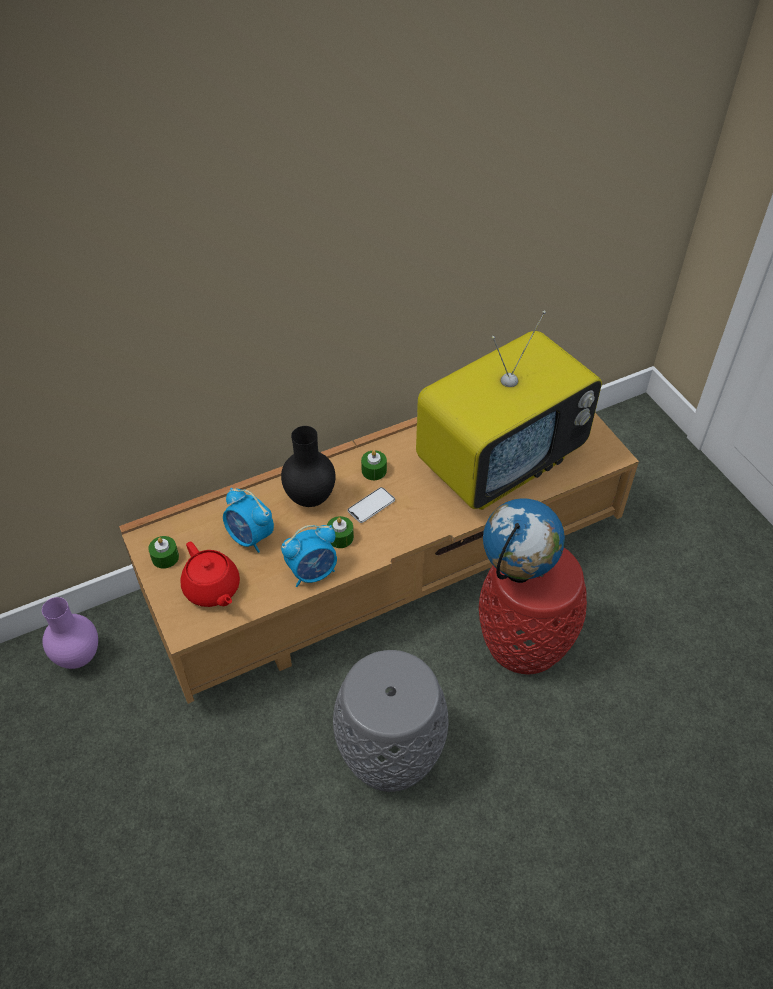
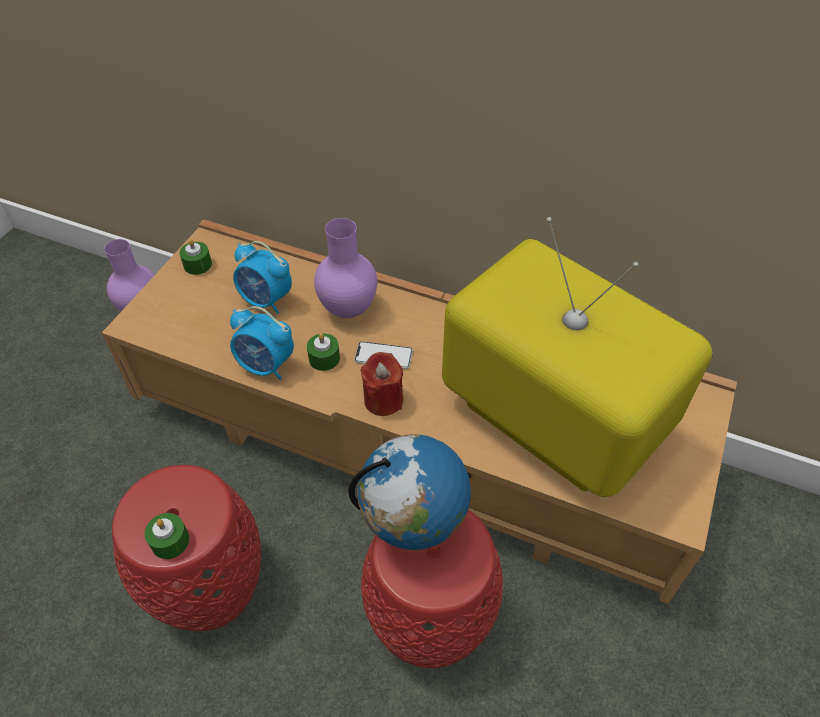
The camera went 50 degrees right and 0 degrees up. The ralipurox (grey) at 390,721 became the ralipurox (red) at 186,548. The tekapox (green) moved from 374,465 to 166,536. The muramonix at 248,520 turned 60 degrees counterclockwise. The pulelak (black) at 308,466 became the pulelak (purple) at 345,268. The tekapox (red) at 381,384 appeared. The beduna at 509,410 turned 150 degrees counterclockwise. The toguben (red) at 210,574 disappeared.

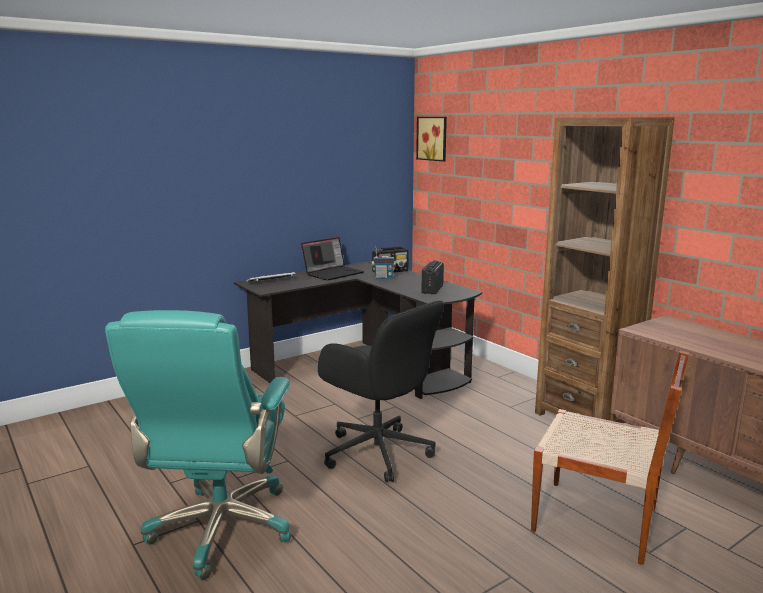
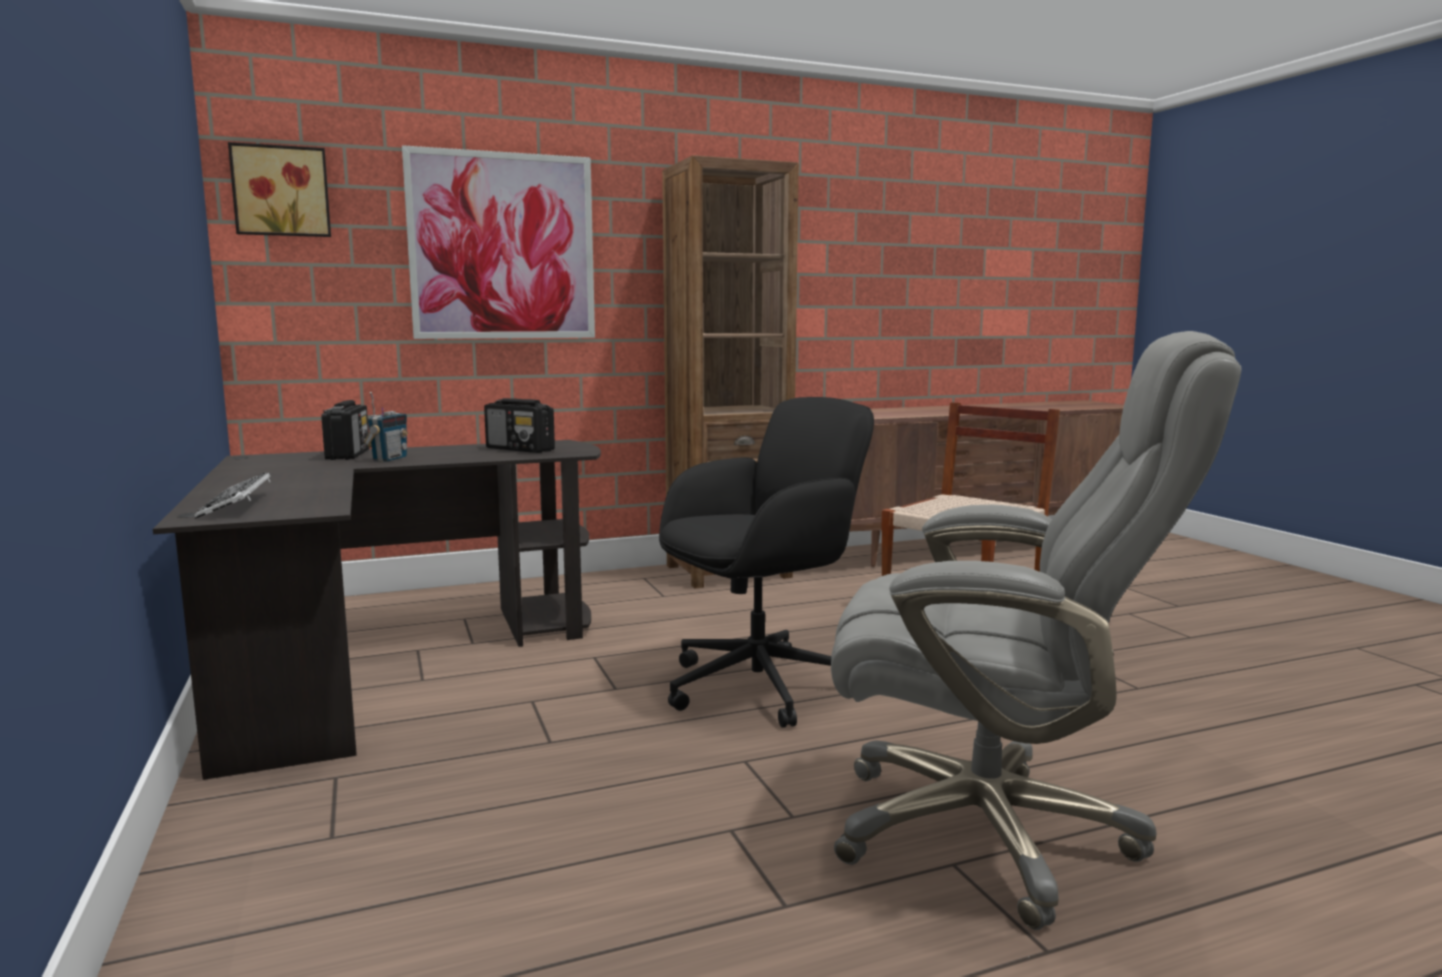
The camera went 75 degrees left and 5 degrees down. The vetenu at 498,242 appeared. The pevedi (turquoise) at 198,445 became the pevedi (grey) at 1036,630. The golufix at 332,259 disappeared.

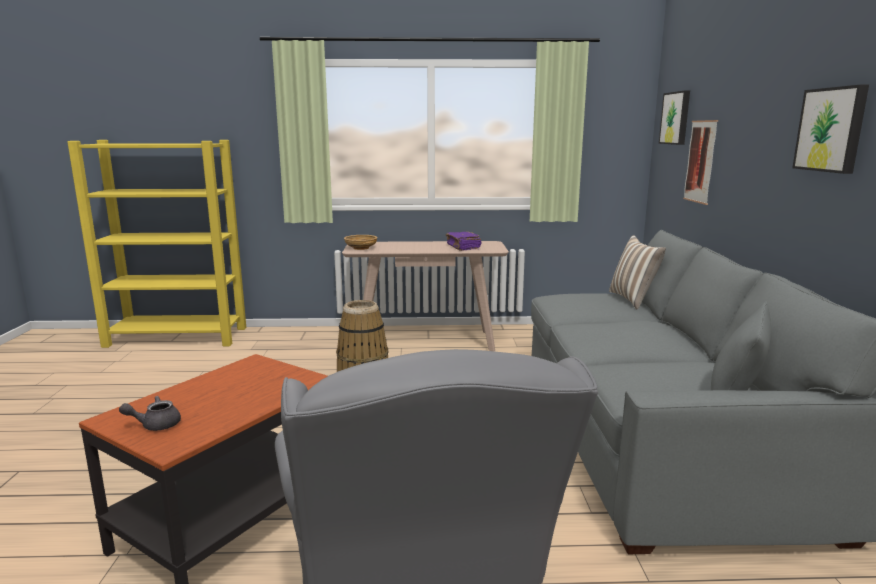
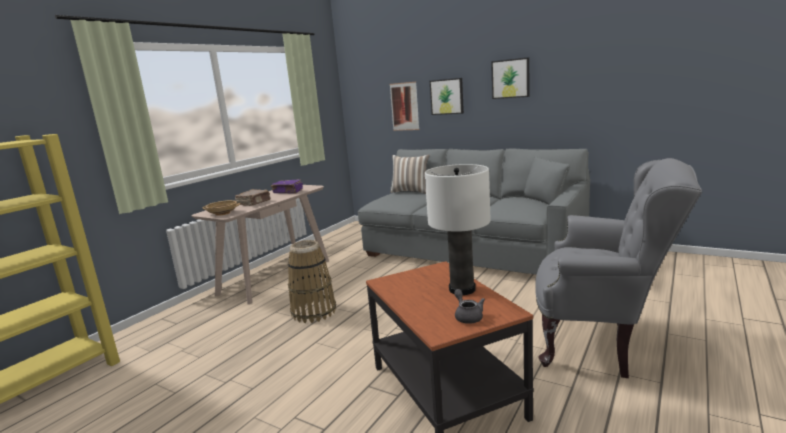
The camera went 55 degrees left and 0 degrees up. The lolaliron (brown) at 252,197 appeared. The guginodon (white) at 458,229 appeared. The vetenu moved from 674,117 to 447,96. The toguben (grey) at 150,413 turned 150 degrees clockwise.

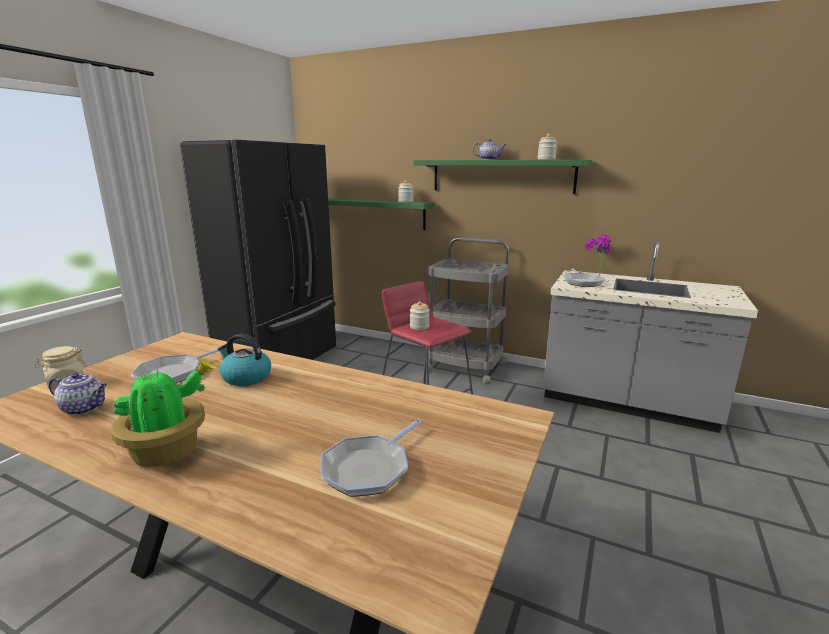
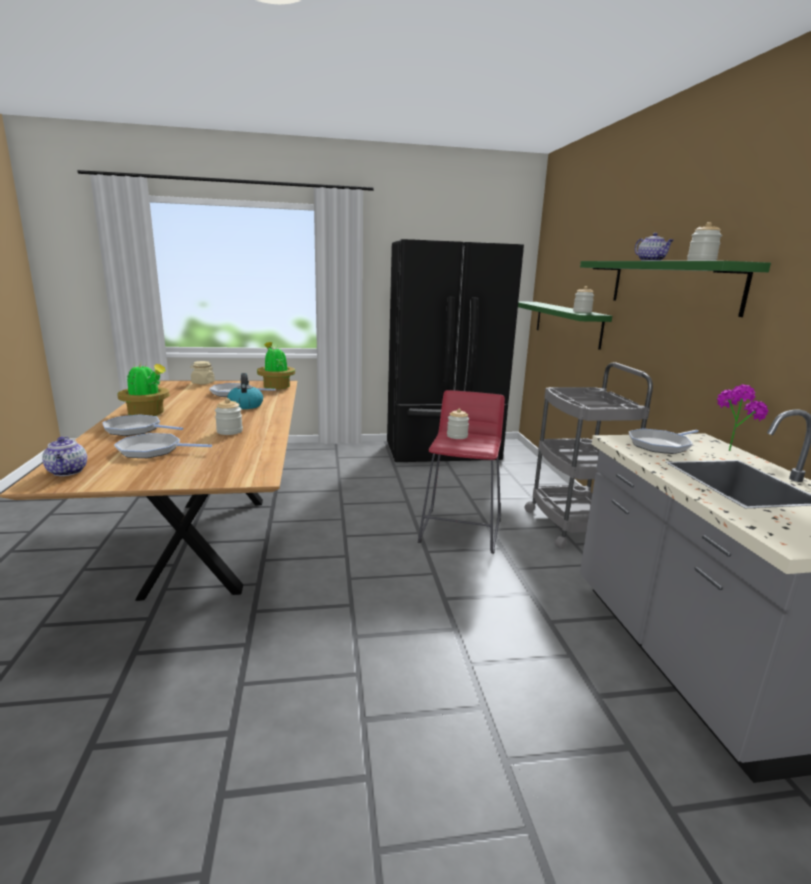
The camera went 55 degrees right and 0 degrees up. The toguben moved from 78,393 to 64,456. The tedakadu at 143,425 appeared. The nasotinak at 229,416 appeared. The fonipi at 276,365 appeared.

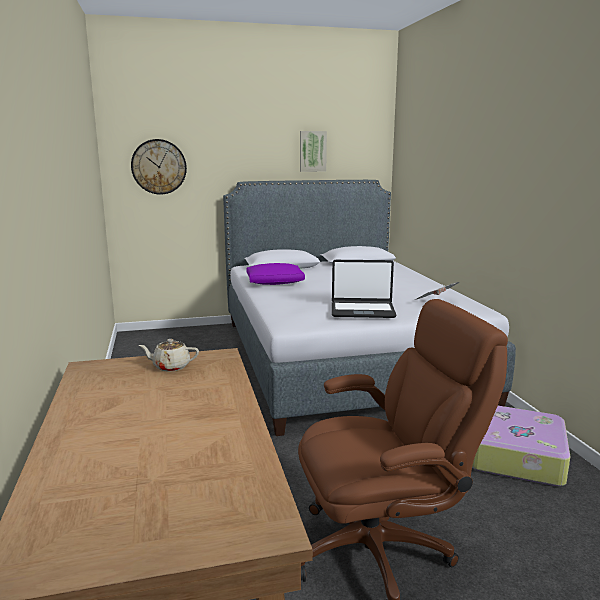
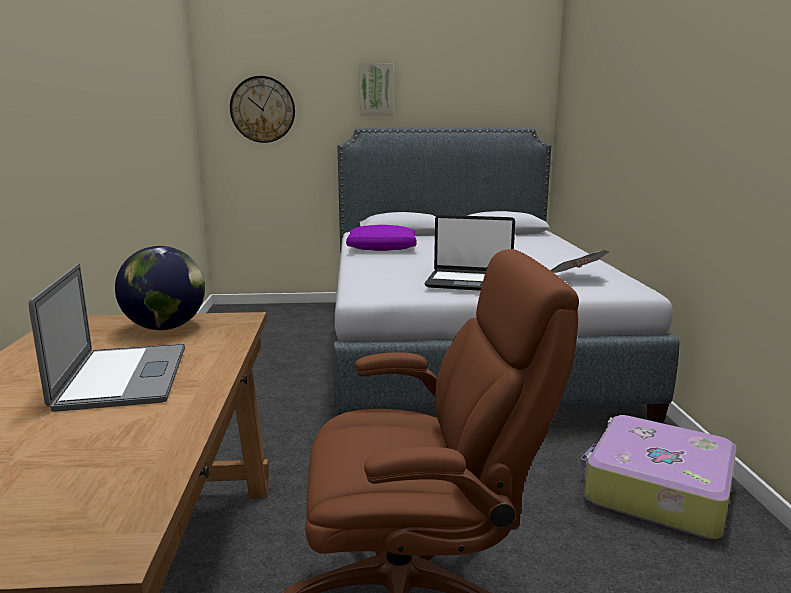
The camera went 10 degrees right and 0 degrees up. The golufix at 107,337 appeared. The toguben (beige) at 169,355 was replaced by the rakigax at 160,288. The vetenu moved from 313,151 to 376,89.

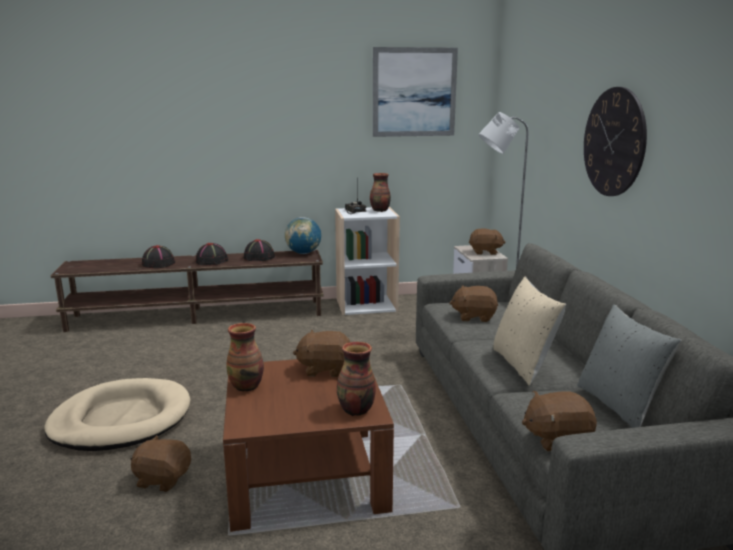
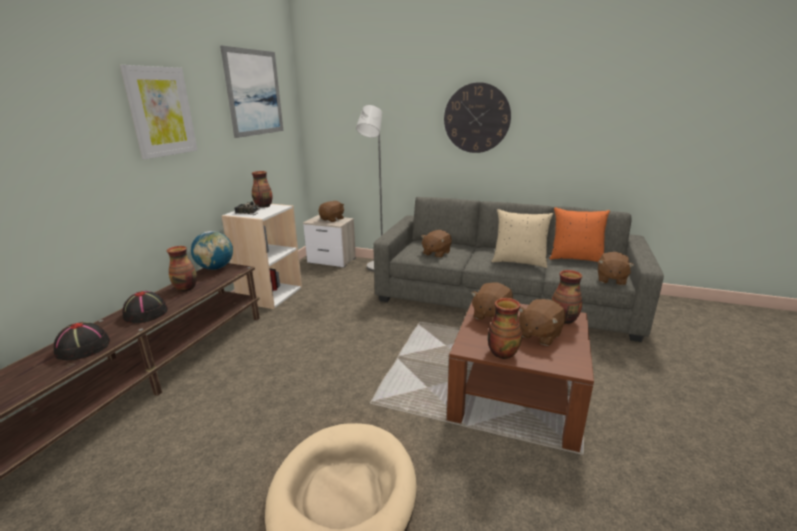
The camera went 60 degrees left and 5 degrees up. The vetenu at 158,112 appeared. The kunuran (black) at 259,250 was replaced by the pulelak at 182,268. The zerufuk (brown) moved from 161,463 to 542,322. The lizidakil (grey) at 629,366 became the lizidakil (orange) at 579,234.

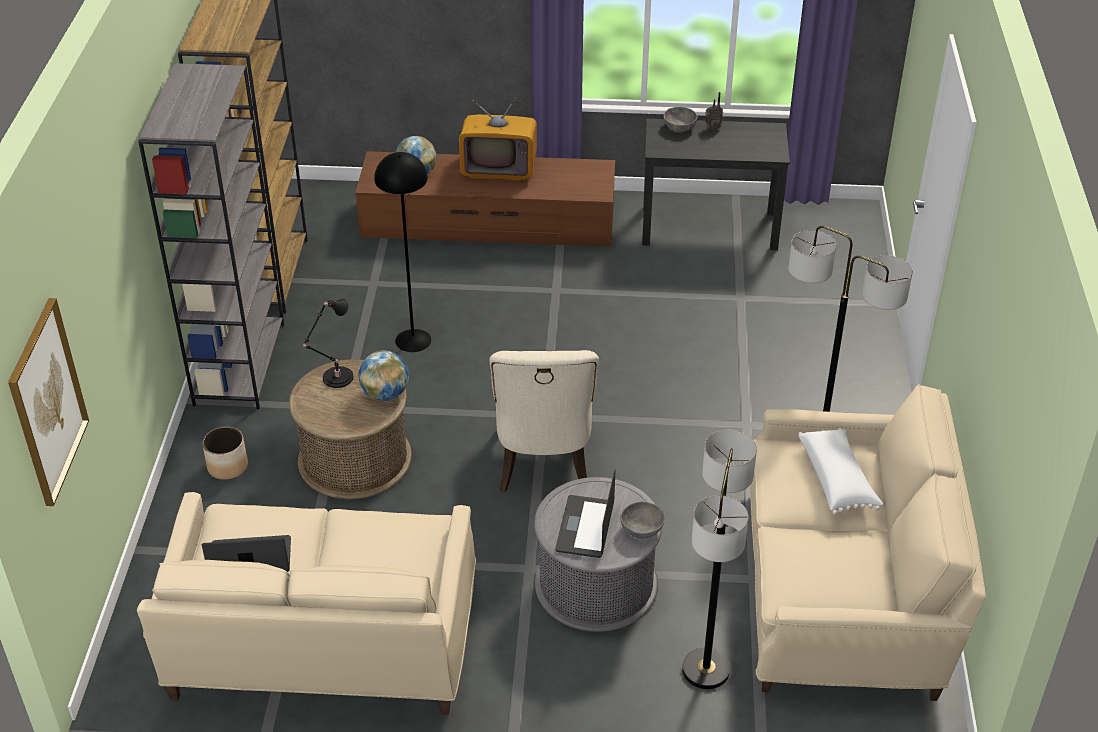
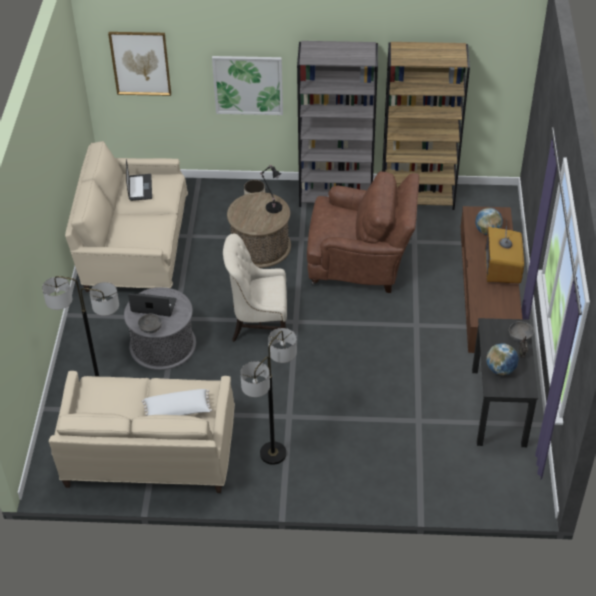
The camera went 90 degrees right and 5 degrees up. The vetenu at 247,85 appeared. The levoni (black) at 402,252 was replaced by the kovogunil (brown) at 363,232. The rakigax moved from 383,375 to 502,359.

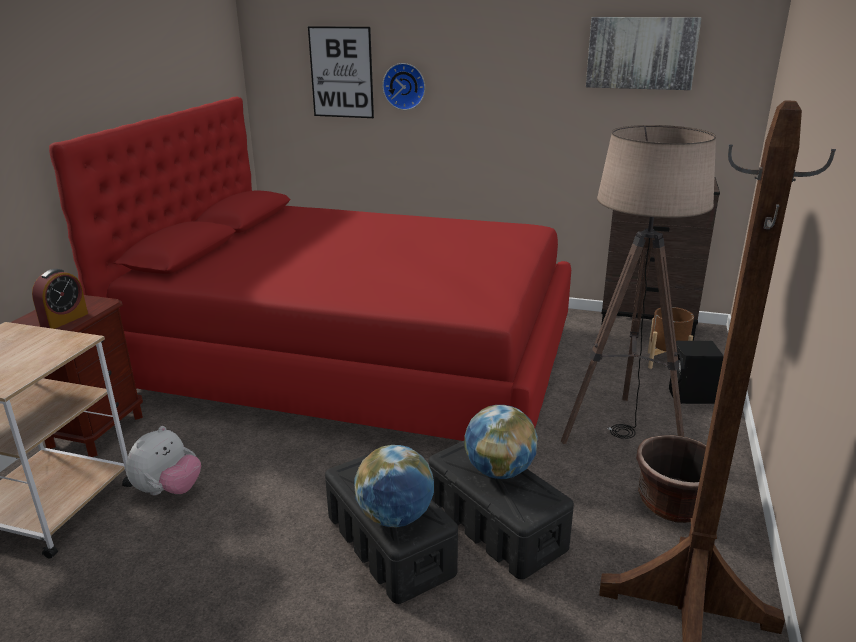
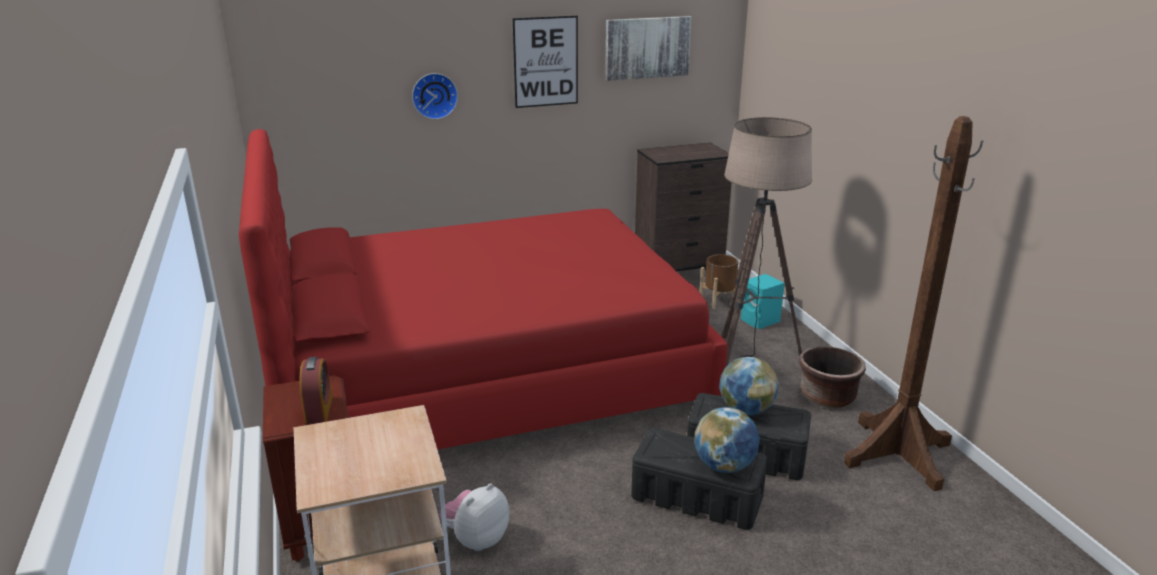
The camera went 35 degrees left and 0 degrees up. The zerufuk at 163,460 turned 135 degrees counterclockwise. The vetenu moved from 341,72 to 545,62. The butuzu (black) at 696,372 became the butuzu (turquoise) at 763,301.

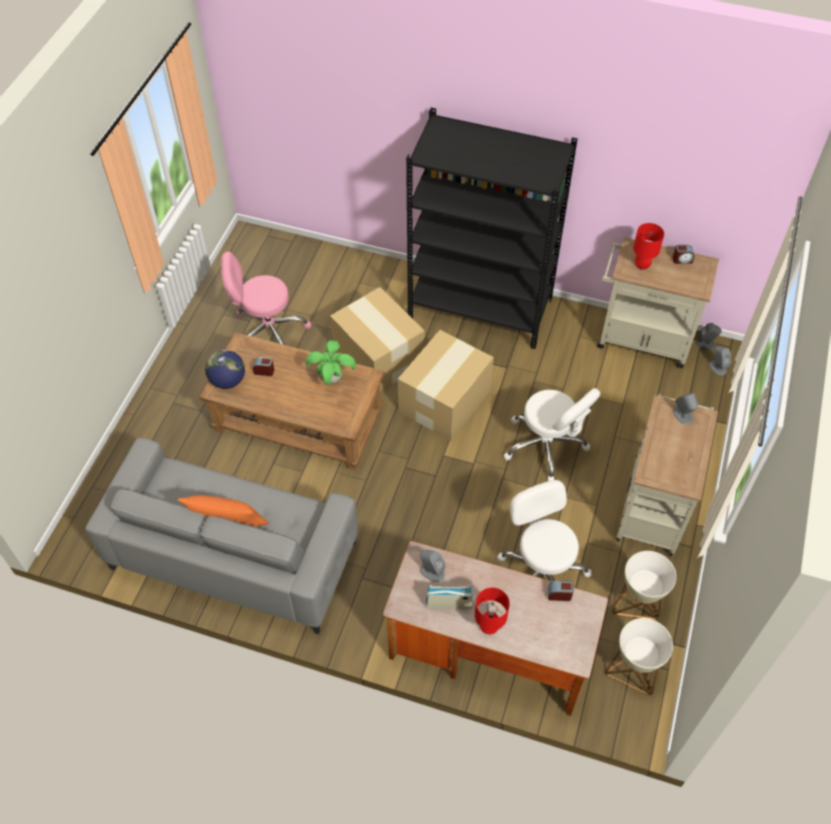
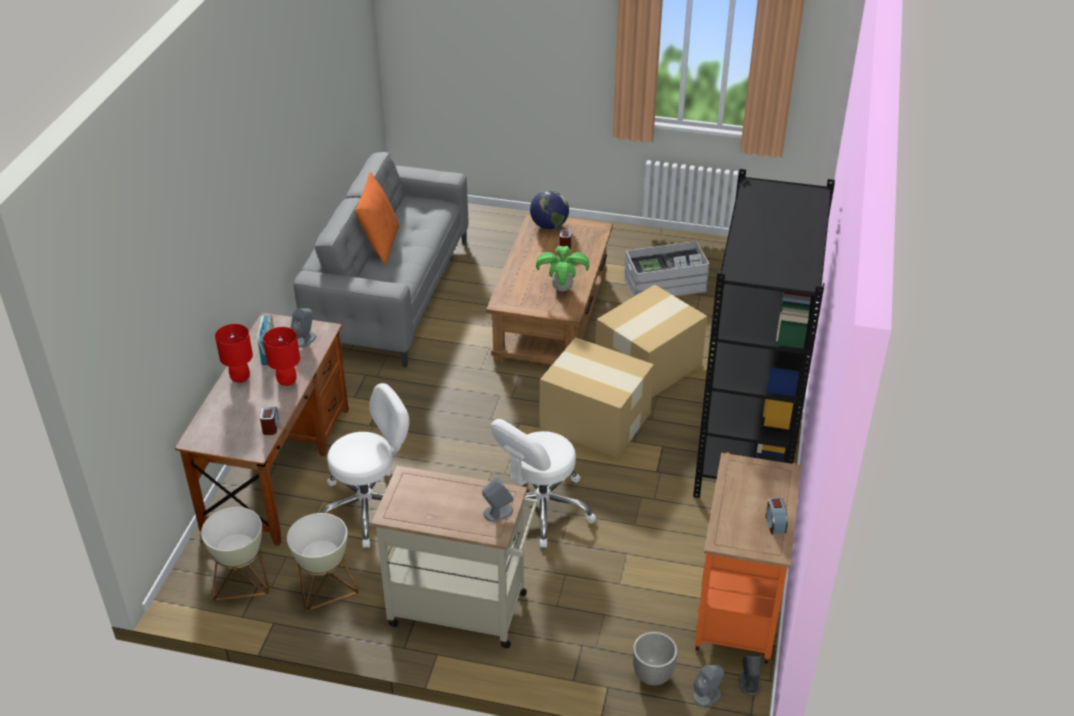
The camera went 85 degrees right and 15 degrees down. The guginodon (red) moved from 648,246 to 281,356. The pevedi (pink) at 266,298 was replaced by the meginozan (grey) at 666,269. The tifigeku at 655,658 appeared. The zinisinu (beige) at 658,302 became the zinisinu (orange) at 747,558.

